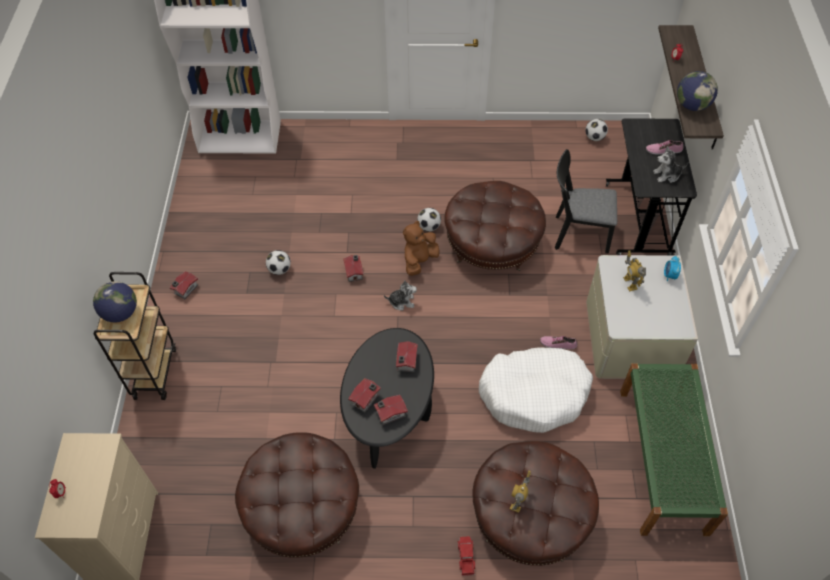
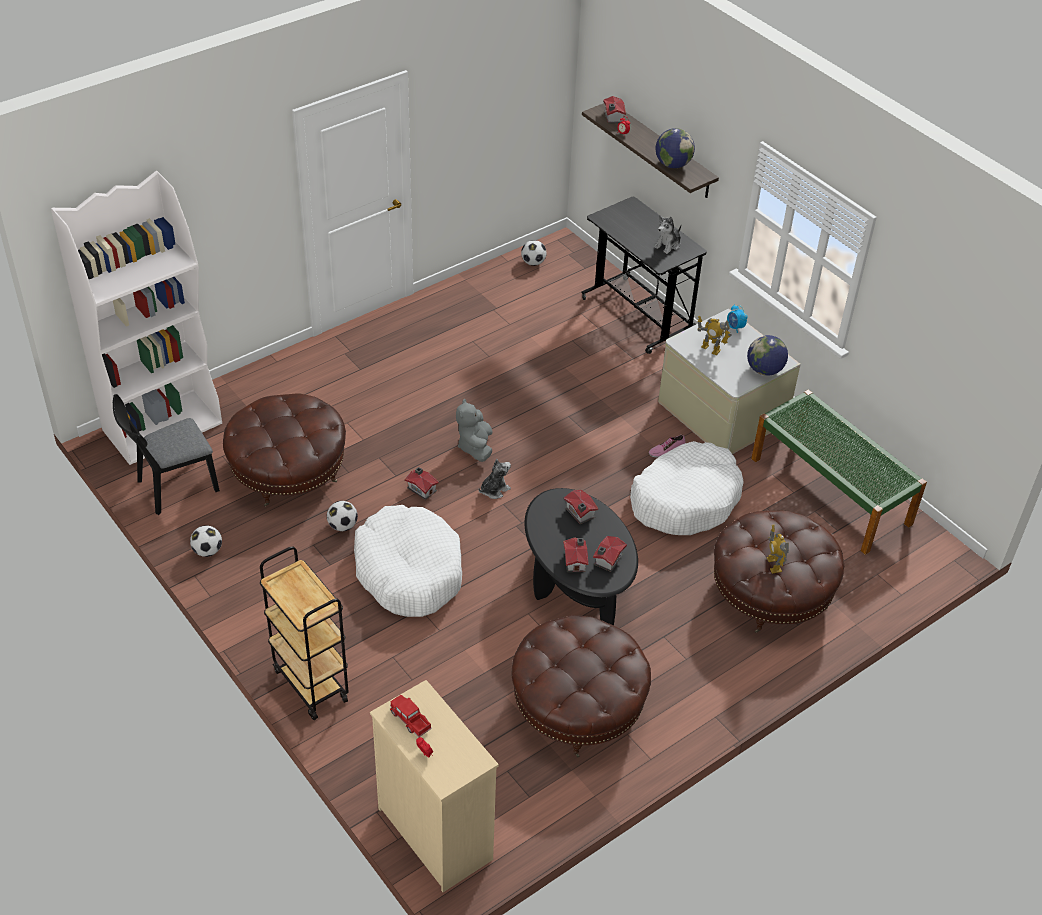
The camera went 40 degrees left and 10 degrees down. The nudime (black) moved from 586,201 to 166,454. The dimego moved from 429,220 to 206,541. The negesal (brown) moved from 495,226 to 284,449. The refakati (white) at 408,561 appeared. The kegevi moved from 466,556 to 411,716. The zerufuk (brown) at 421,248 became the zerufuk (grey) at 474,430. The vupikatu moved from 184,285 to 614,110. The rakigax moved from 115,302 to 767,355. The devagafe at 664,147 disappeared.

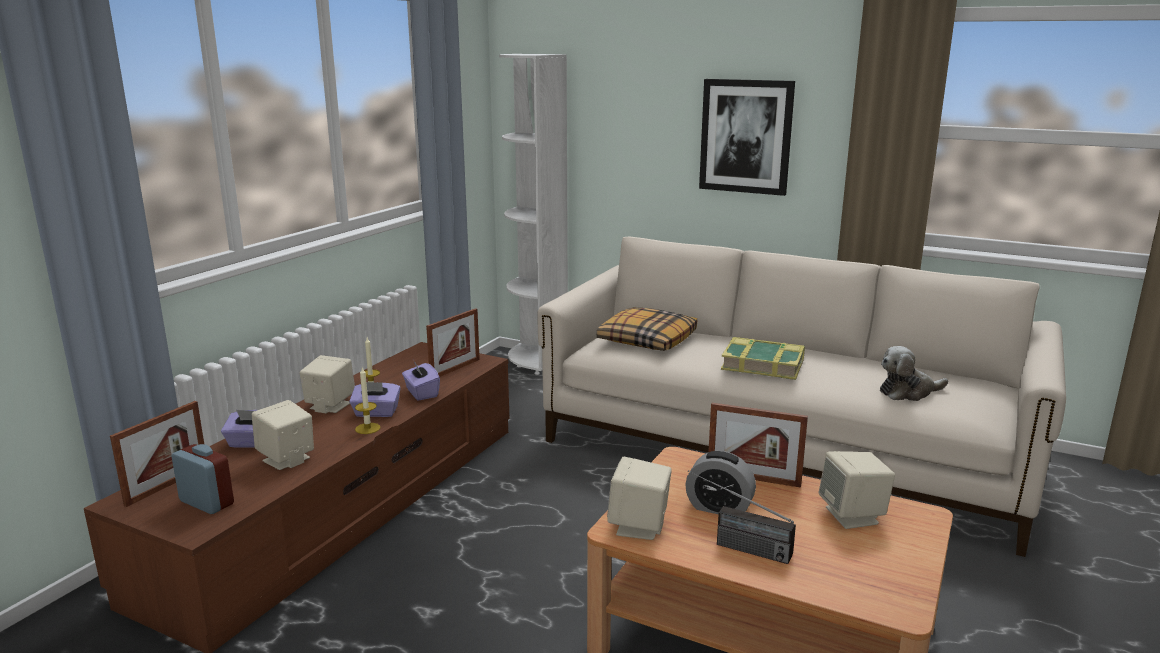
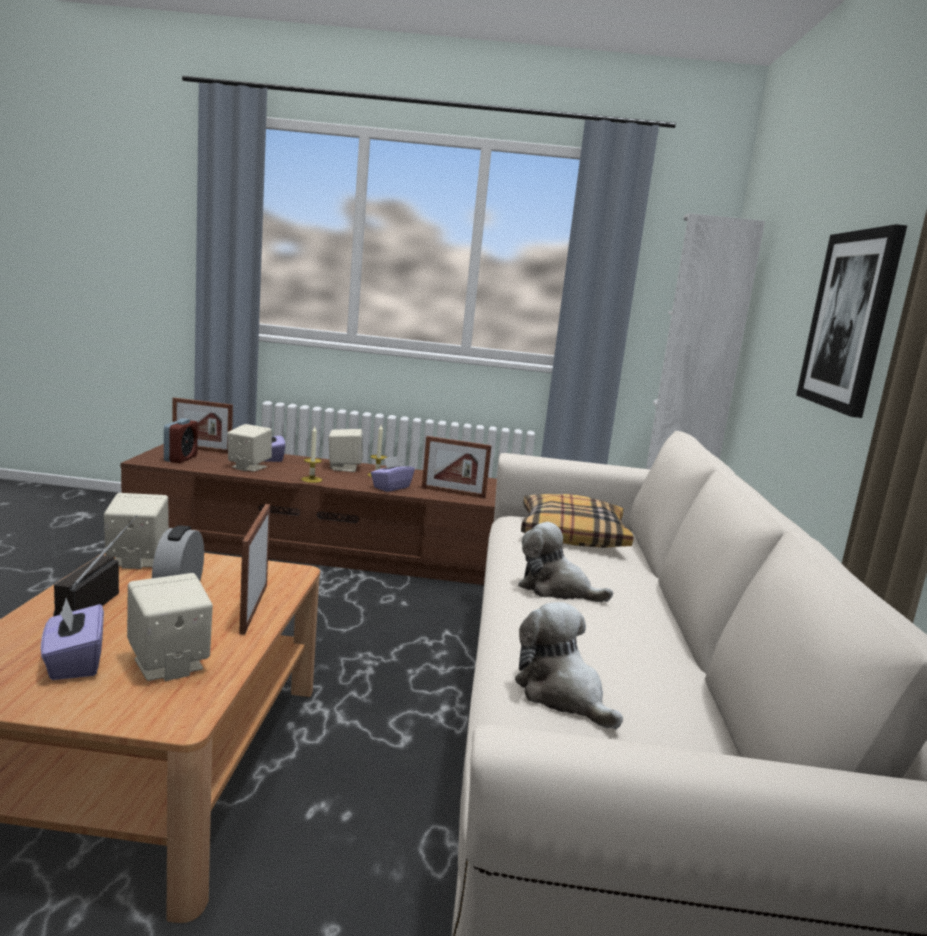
The camera went 65 degrees right and 5 degrees down. The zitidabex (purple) moved from 375,399 to 72,639. The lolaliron at 763,358 was replaced by the zerufuk at 565,562.

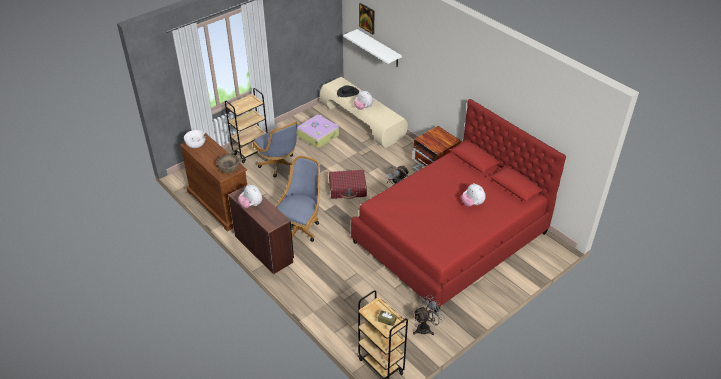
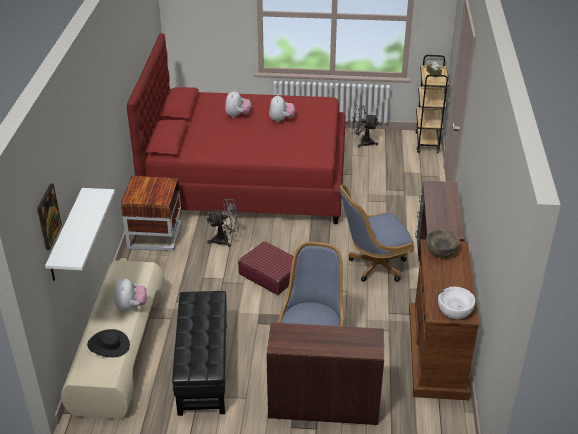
The camera went 135 degrees left and 5 degrees down. The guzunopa at 318,131 was replaced by the negesal (black) at 199,353. The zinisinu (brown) at 246,125 was replaced by the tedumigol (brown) at 325,373. The zerufuk moved from 250,196 to 282,108.

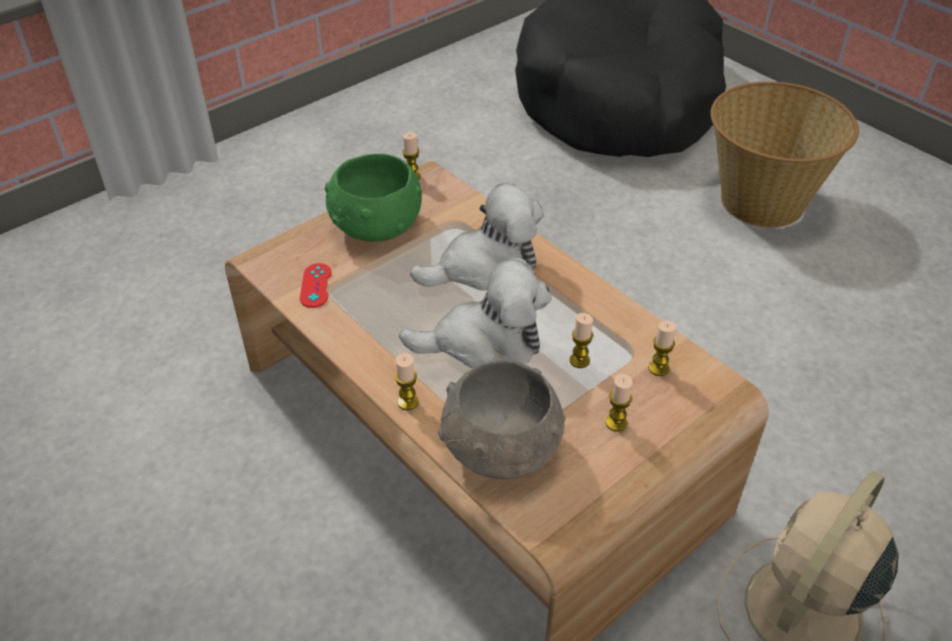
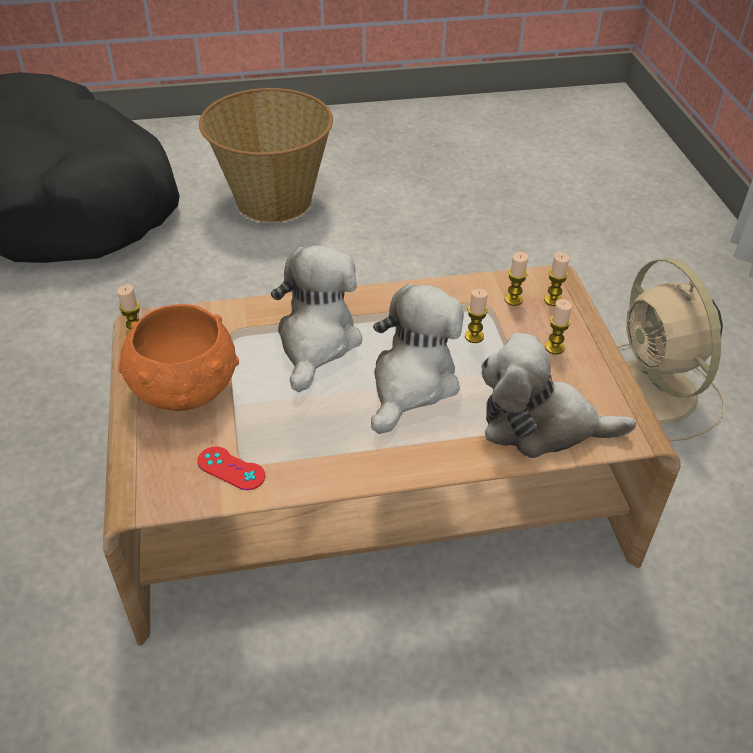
The camera went 60 degrees left and 0 degrees up. The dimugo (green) at 373,198 became the dimugo (orange) at 178,357. The dimugo (grey) at 501,419 was replaced by the zerufuk at 558,395. The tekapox moved from 407,381 to 556,279.

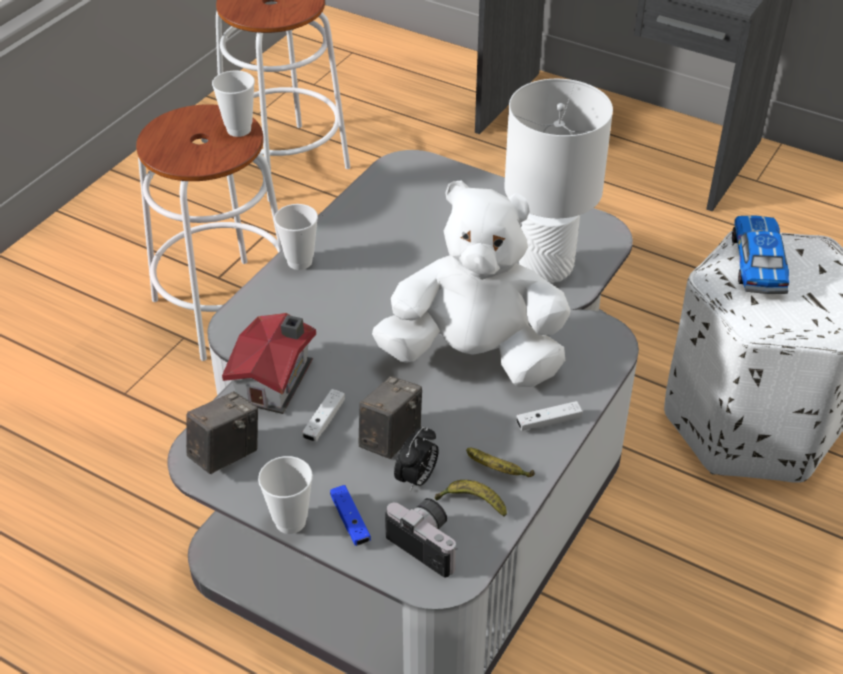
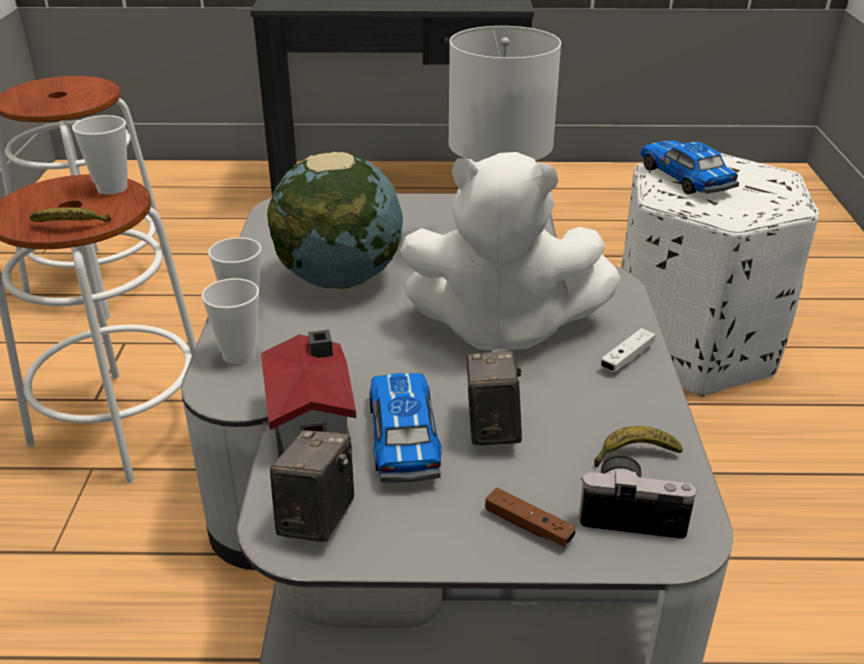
The camera went 30 degrees left and 10 degrees down. The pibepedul moved from 500,462 to 70,214. The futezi moved from 285,495 to 230,321. The rakigax at 335,220 appeared. The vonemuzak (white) at 323,415 was replaced by the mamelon at 405,427. The zerufuk (white) at 471,283 turned 150 degrees counterclockwise. The vonemuzak (blue) at 350,515 became the vonemuzak (brown) at 530,517. The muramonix at 416,459 disappeared.

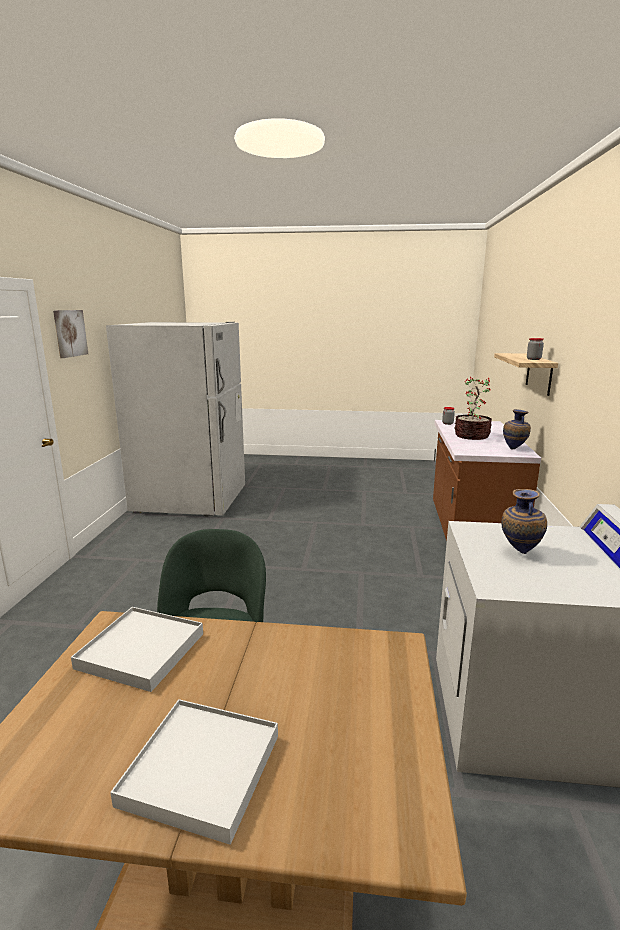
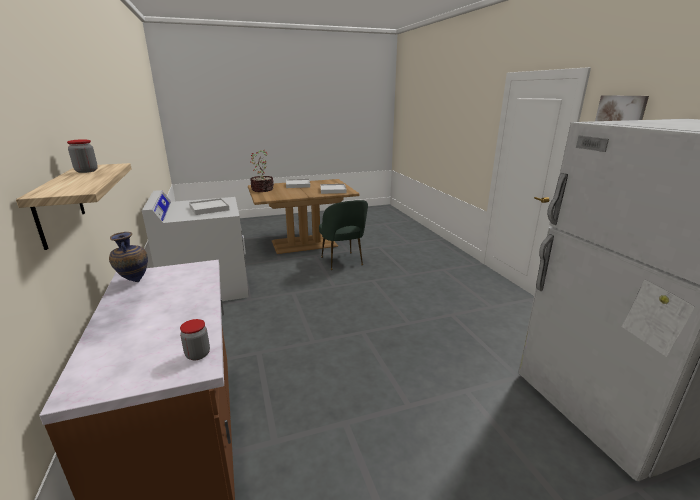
The camera went 155 degrees right and 5 degrees up. The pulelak at 524,521 was replaced by the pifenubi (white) at 209,206. The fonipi moved from 473,408 to 262,171.

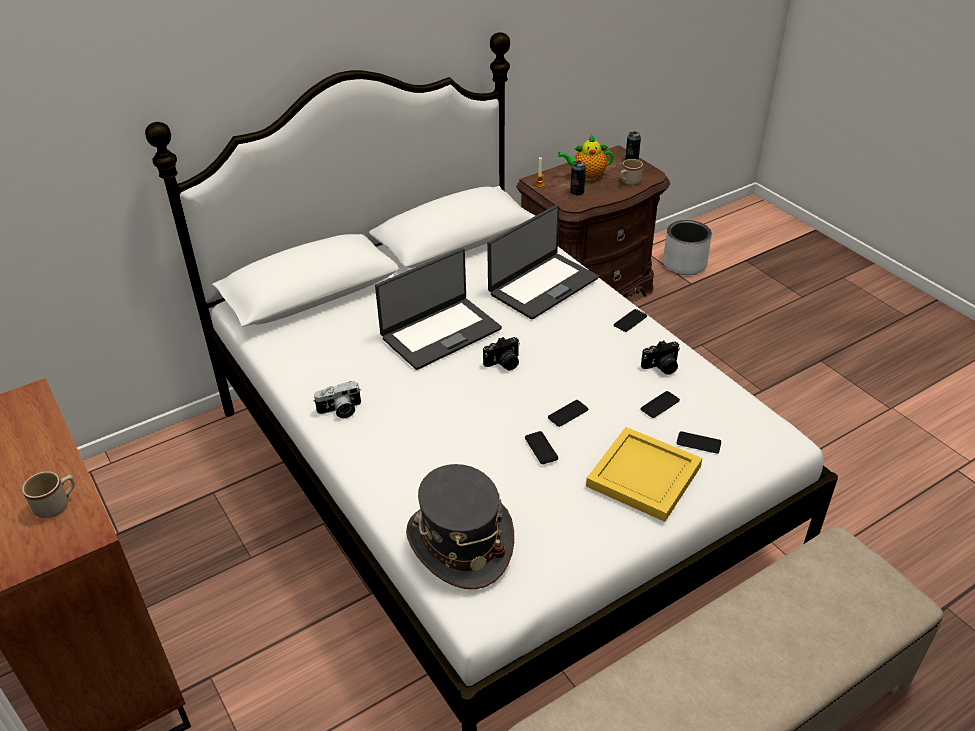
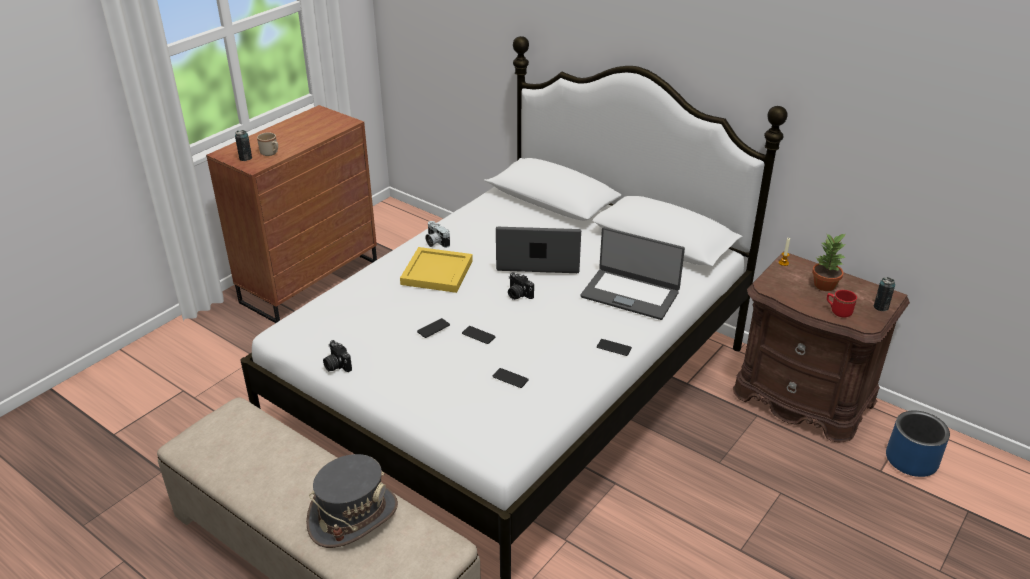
The camera went 70 degrees right and 5 degrees down. The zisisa moved from 578,178 to 243,145. The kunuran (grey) moved from 460,526 to 352,501. The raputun moved from 660,357 to 337,356. The pifenubi (yellow) moved from 644,474 to 436,270. The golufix at 438,309 turned 150 degrees clockwise. The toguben at 585,158 was replaced by the fonipi at 829,262. The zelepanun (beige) at 631,172 became the zelepanun (red) at 842,304. The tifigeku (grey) at 687,247 became the tifigeku (blue) at 918,443. The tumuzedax at 699,442 disappeared.

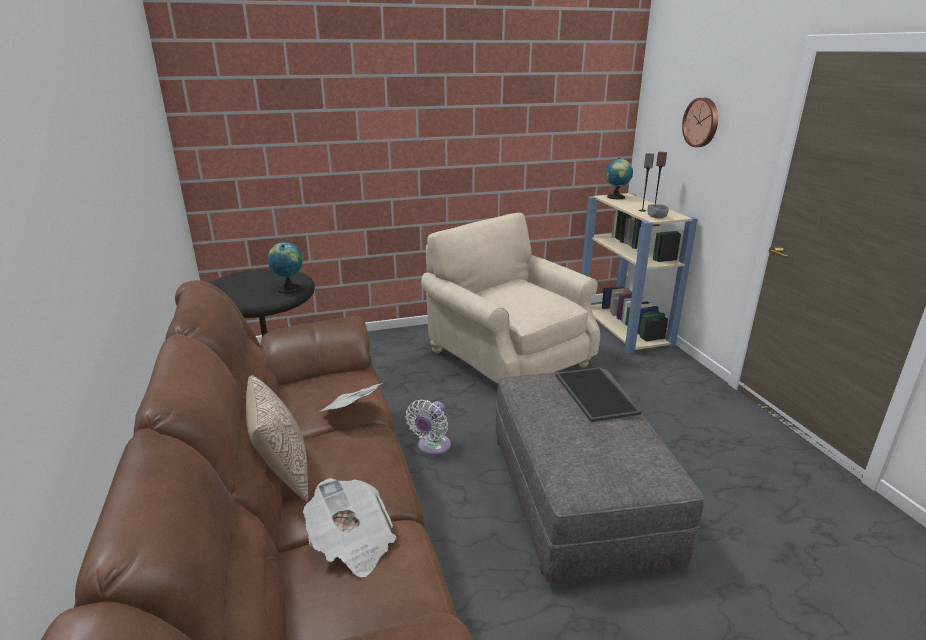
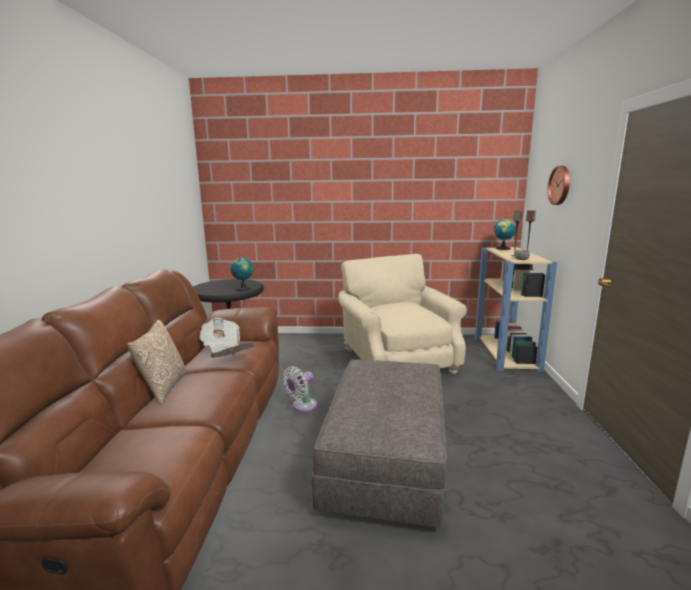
The camera went 20 degrees right and 10 degrees down. The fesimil moved from 349,527 to 219,335. The pifenubi at 598,394 disappeared.

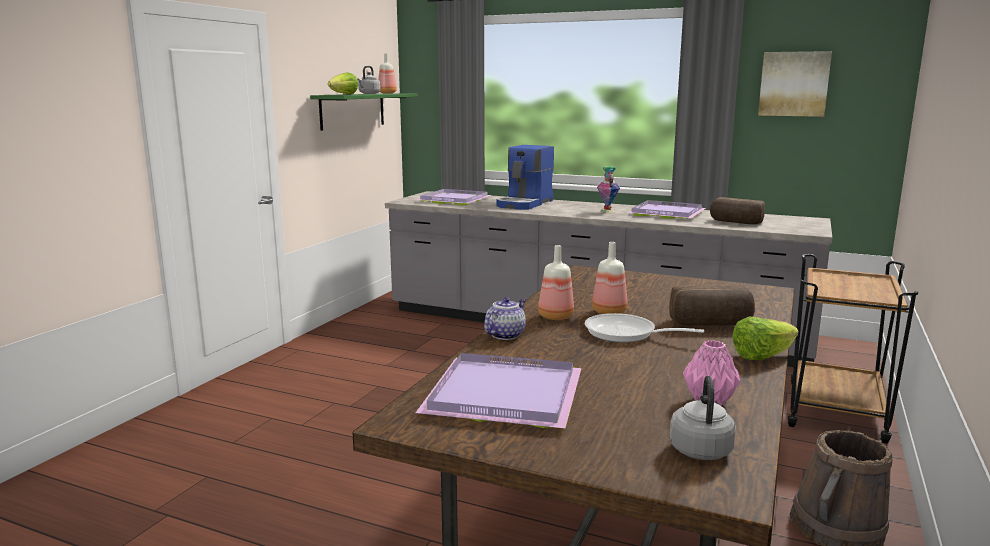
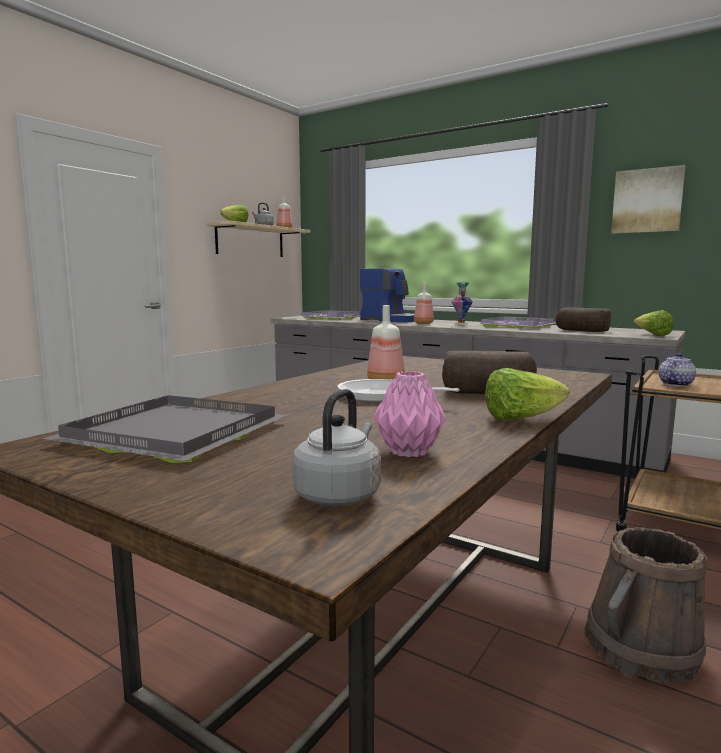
The camera went 10 degrees right and 5 degrees down. The pifenubi (purple) at 498,390 became the pifenubi (grey) at 164,429. The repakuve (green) at 364,112 became the repakuve (beige) at 258,239. The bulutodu at 525,177 turned 90 degrees counterclockwise. The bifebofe moved from 556,282 to 424,303. The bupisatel at 653,323 appeared. The toguben moved from 505,318 to 677,369.

